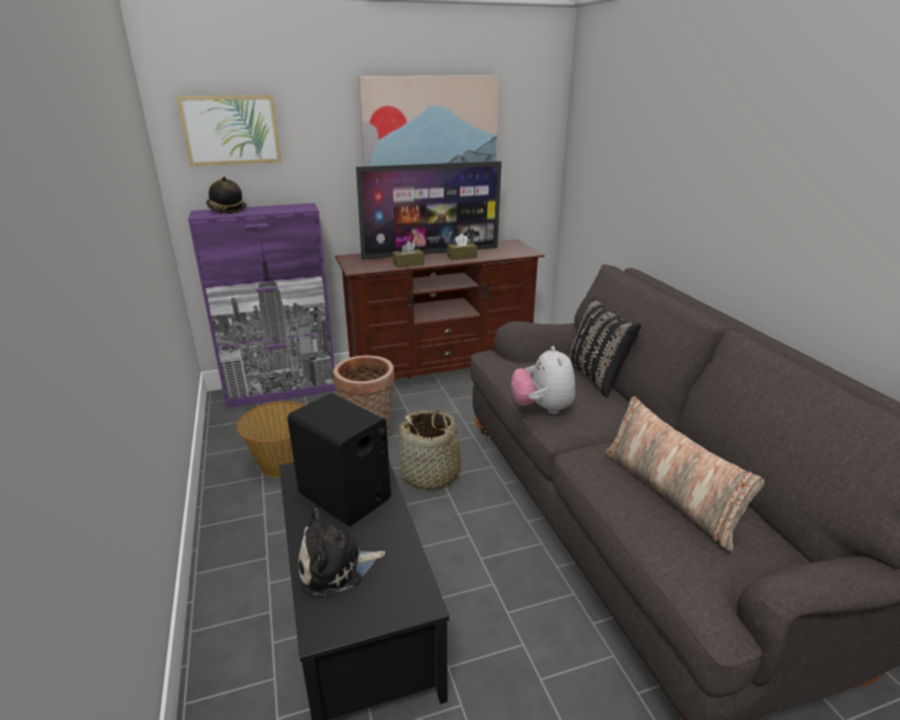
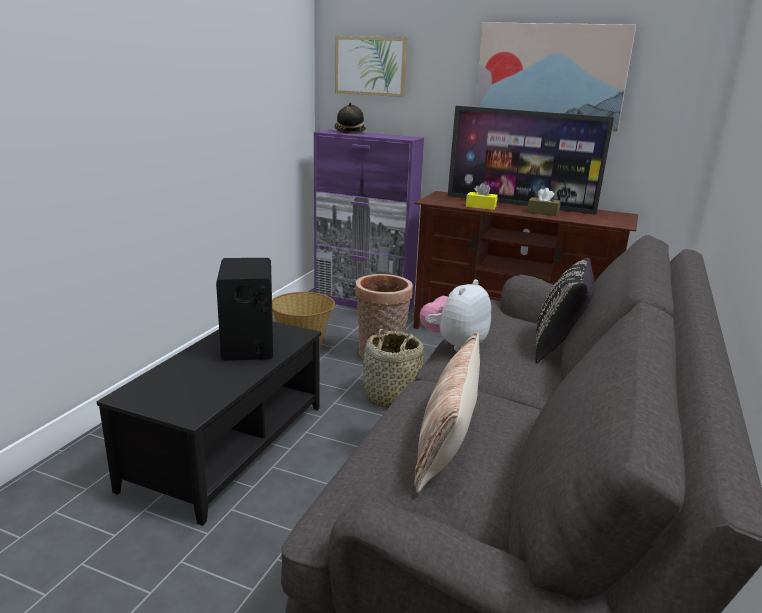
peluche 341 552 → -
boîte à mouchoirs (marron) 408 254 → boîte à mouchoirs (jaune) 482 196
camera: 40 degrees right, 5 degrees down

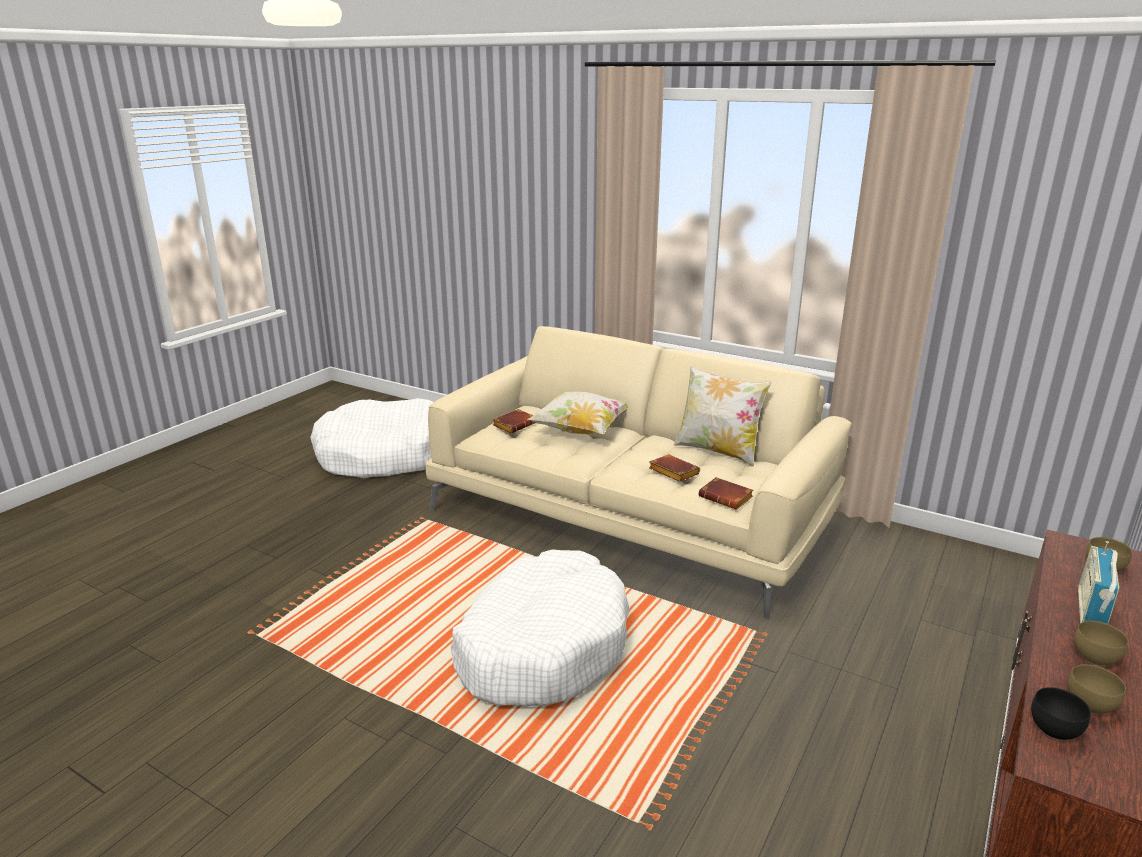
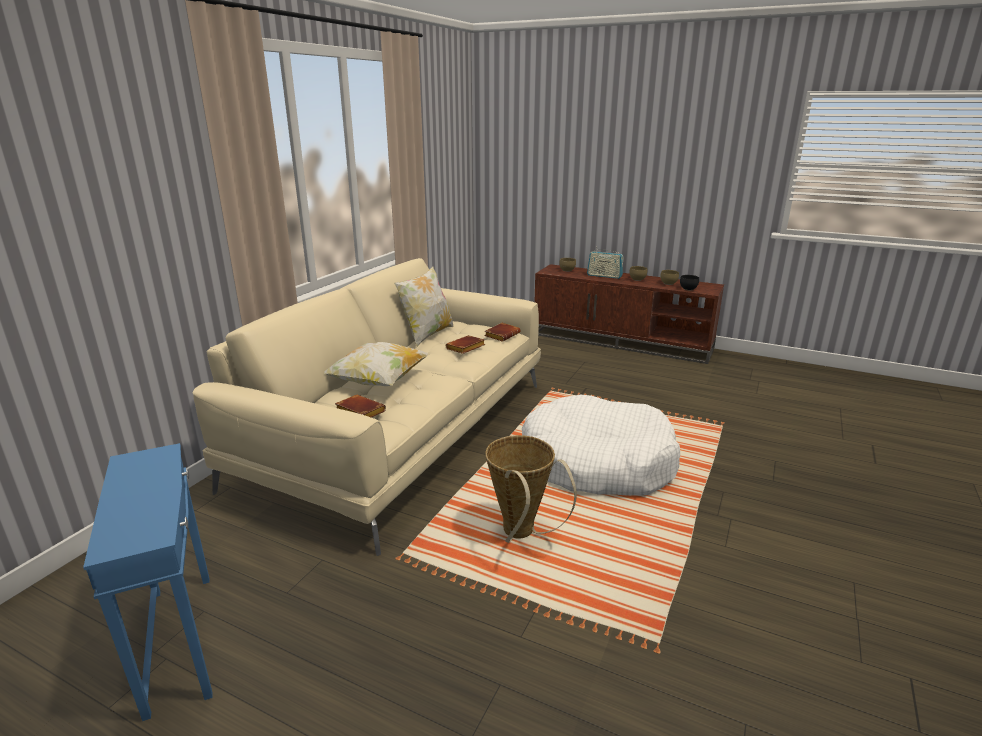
panier pour chien (blanc) 372 438 → table d'appoint (bleu) 148 582
- → panier 531 489
camera: 95 degrees left, 0 degrees up

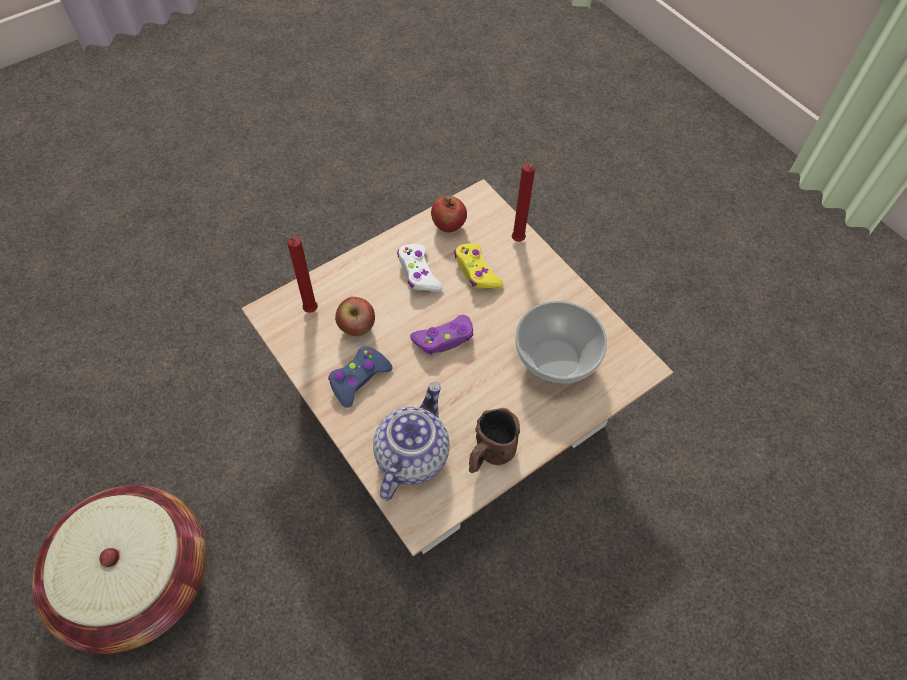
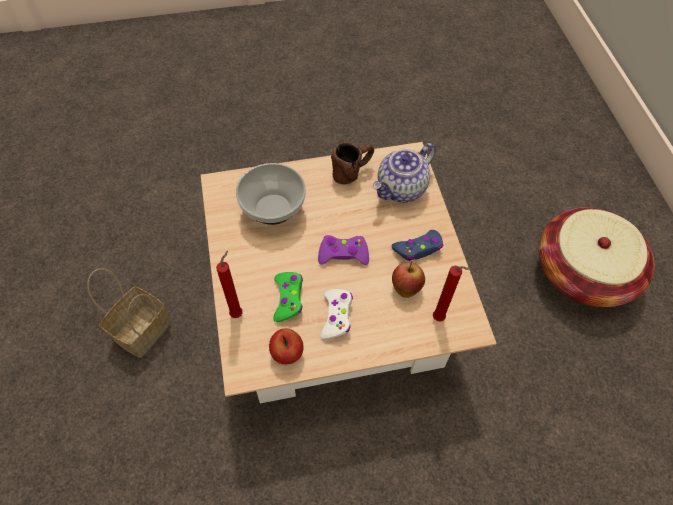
manette (jaune) 478 266 → manette (vert) 288 297
- → panier 129 313
camera: 155 degrees left, 0 degrees up

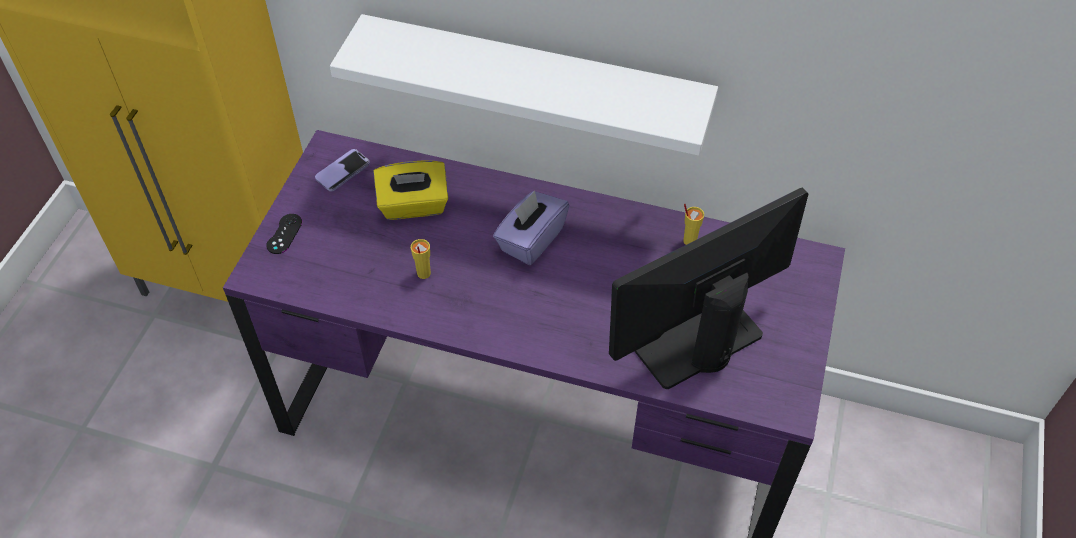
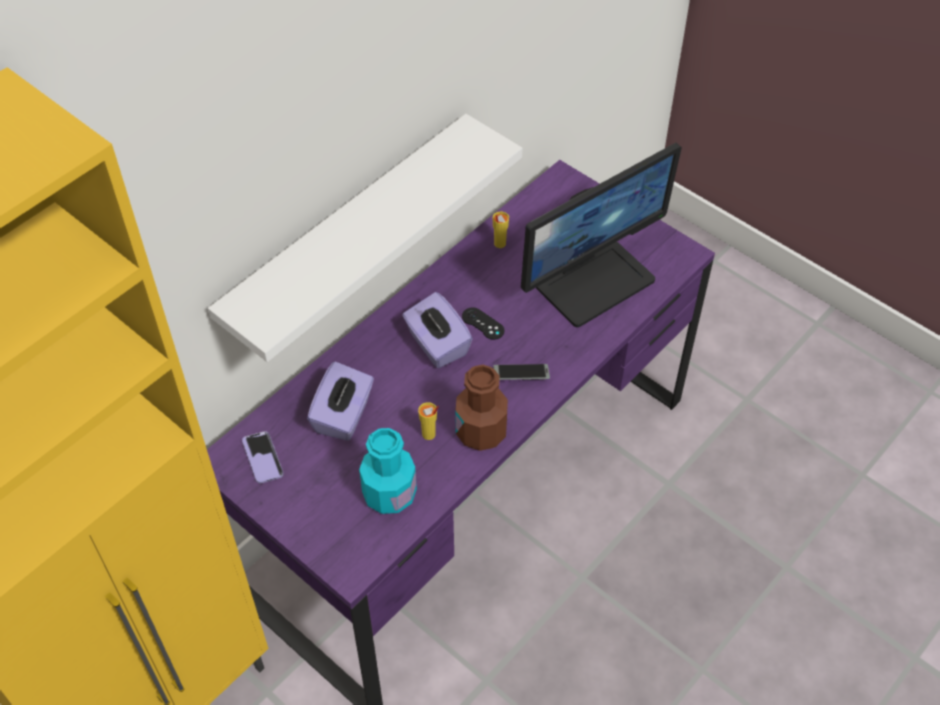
manette (noir) 284 234 → manette (noir) 483 323, relocated
boîte à mouchoirs (jaune) 411 190 → boîte à mouchoirs (violet) 340 401
écran d'ordinateur 708 288 → écran d'ordinateur 601 235, 120 degrees counterclockwise
- → bouteille (turquoise) 388 471
- → bouteille (marron) 481 408
- → téléphone 521 372
camera: 65 degrees left, 0 degrees up

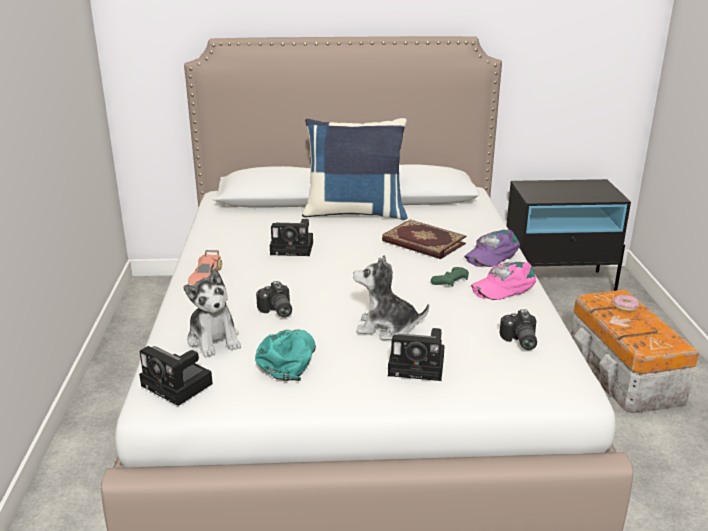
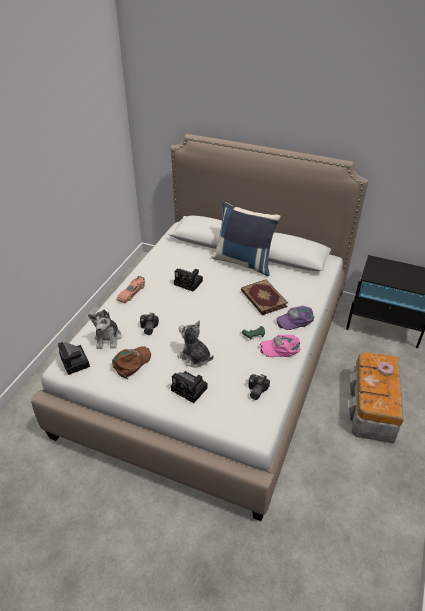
casquette (turquoise) 285 355 → casquette (marron) 131 362
camera: 25 degrees right, 15 degrees up

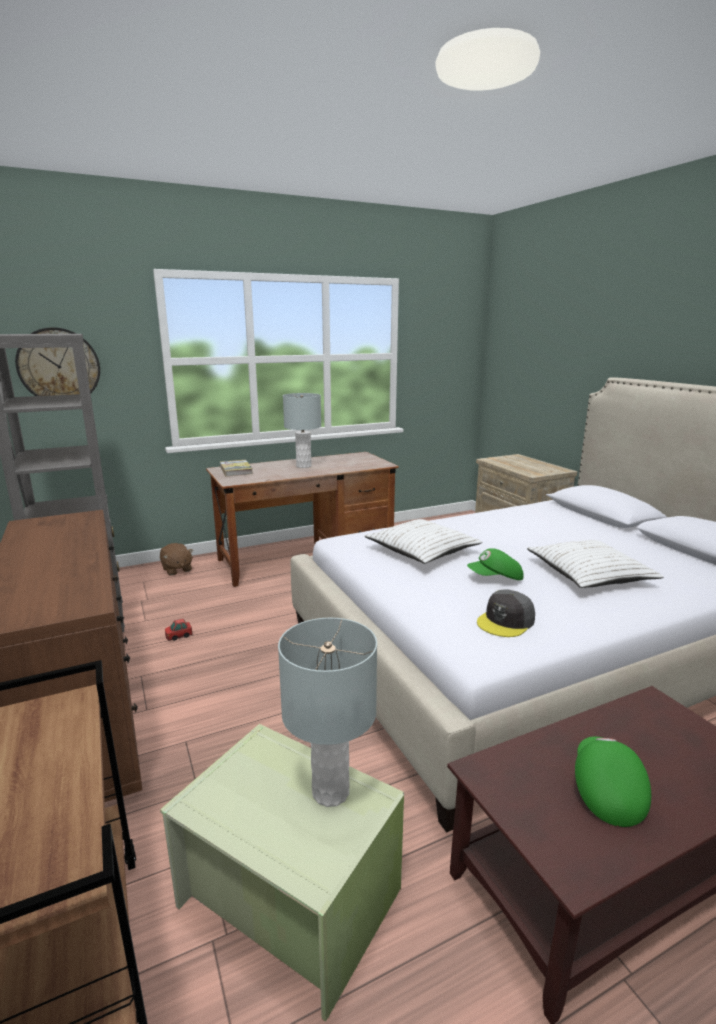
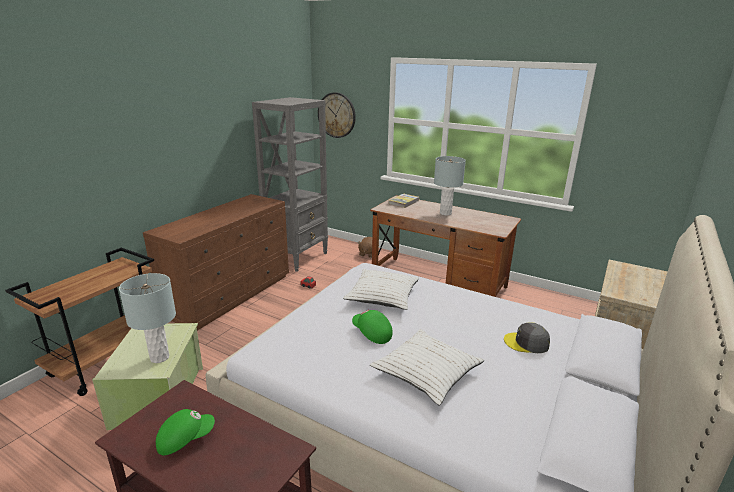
casquette (gris) 506 613 → casquette (gris) 527 337, relocated
camera: 55 degrees right, 5 degrees up

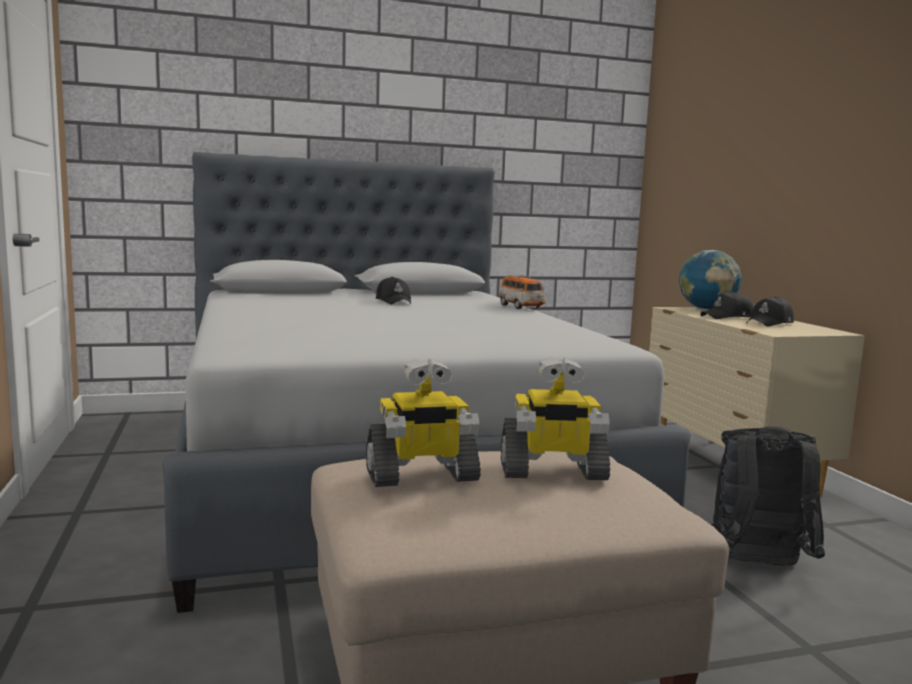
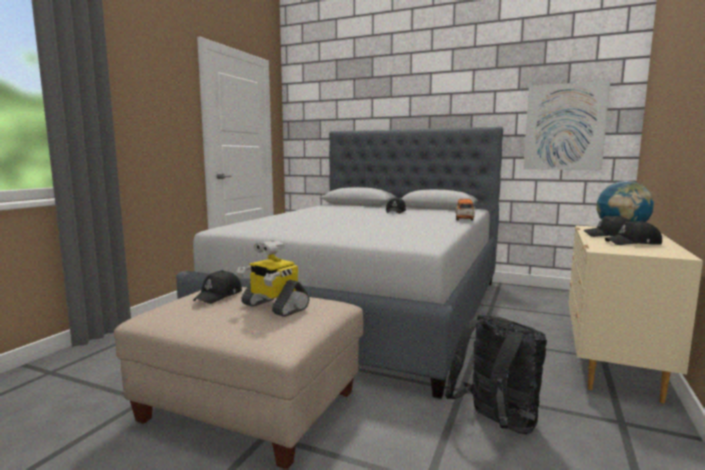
robot jouet 423 423 → casquette (noir) 217 287
- → tableau 566 125
camera: 40 degrees right, 0 degrees up

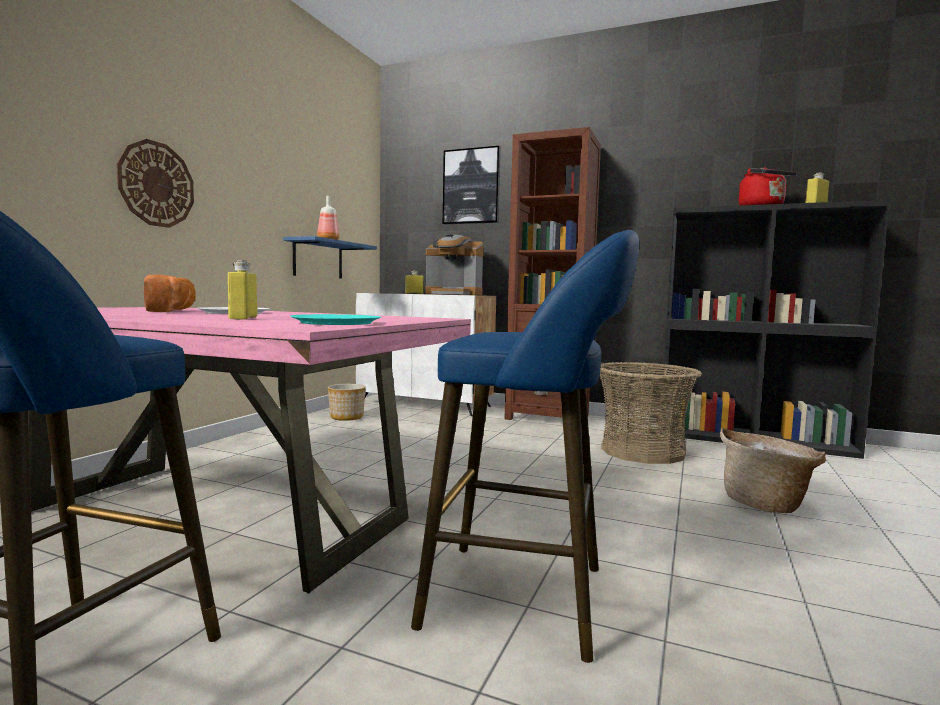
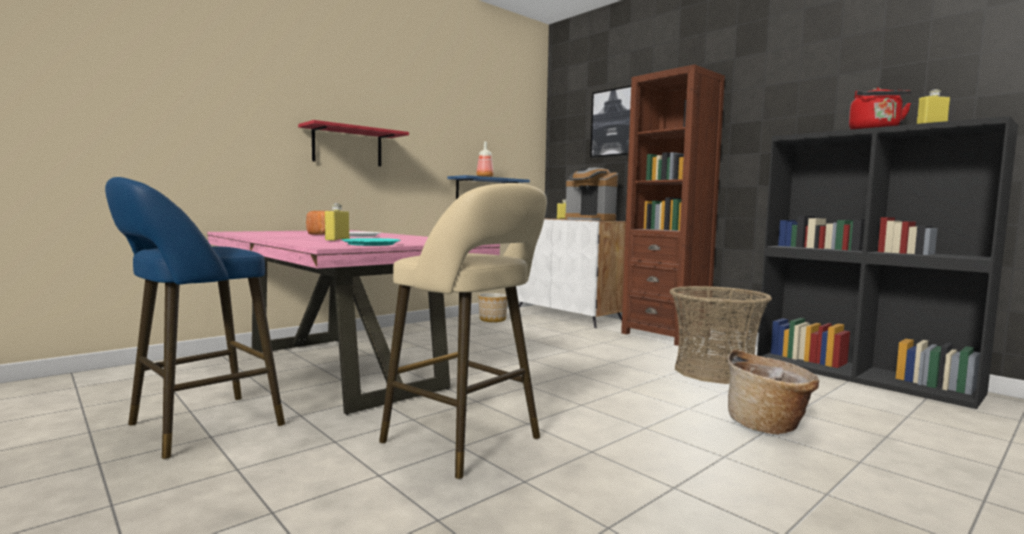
horloge murale 155 183 → étagère (rouge) 353 143
tabouret (bleu) 525 446 → tabouret (beige) 463 331
camera: 25 degrees right, 0 degrees up

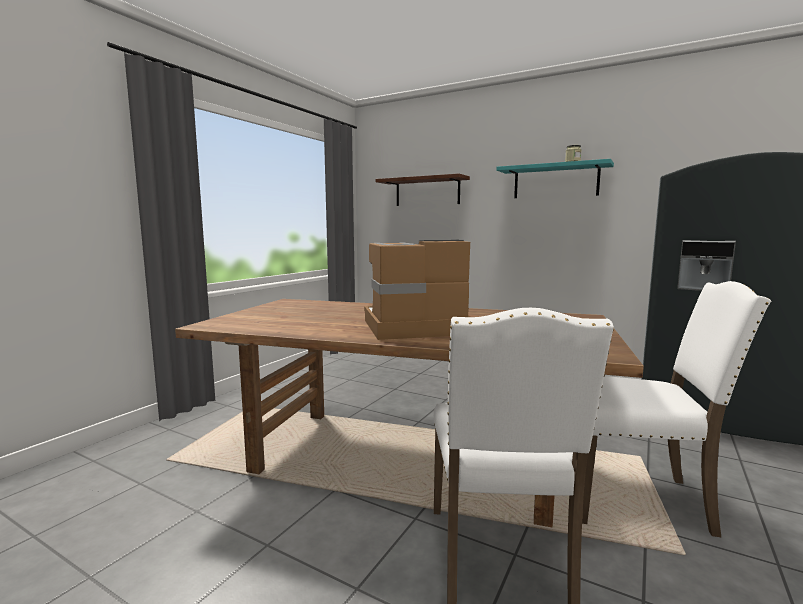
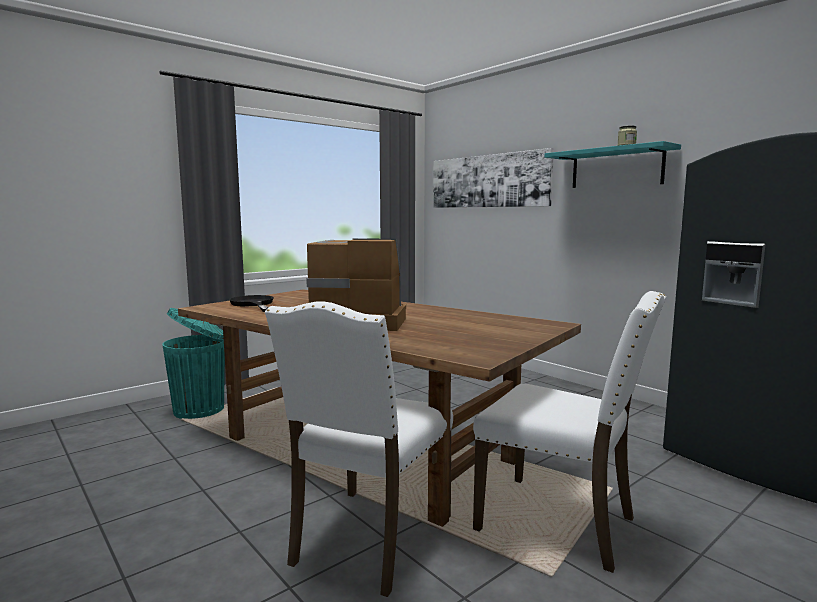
étagère (marron) 423 190 → tableau 493 178
- → poubelle (turquoise) 193 363
- → poêle (noir) 251 303
camera: 20 degrees right, 0 degrees up

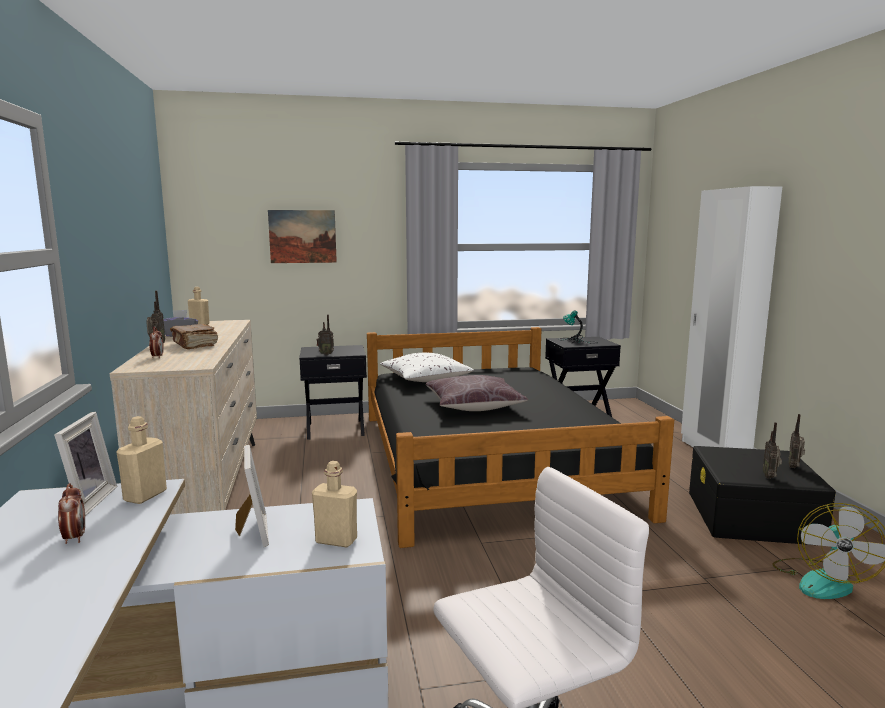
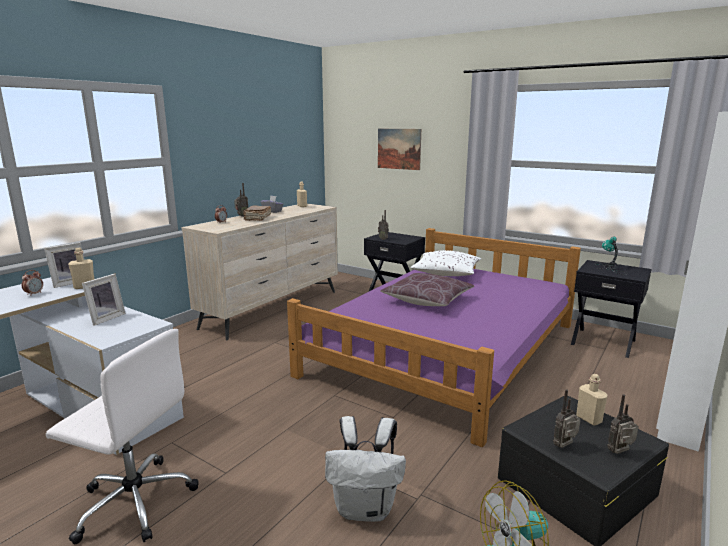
bouteille (beige) 334 504 → bouteille (beige) 592 400, relocated
lit (noir) 520 437 → lit (violet) 434 337
- → sac à dos (blanc) 365 469
camera: 45 degrees right, 5 degrees up

